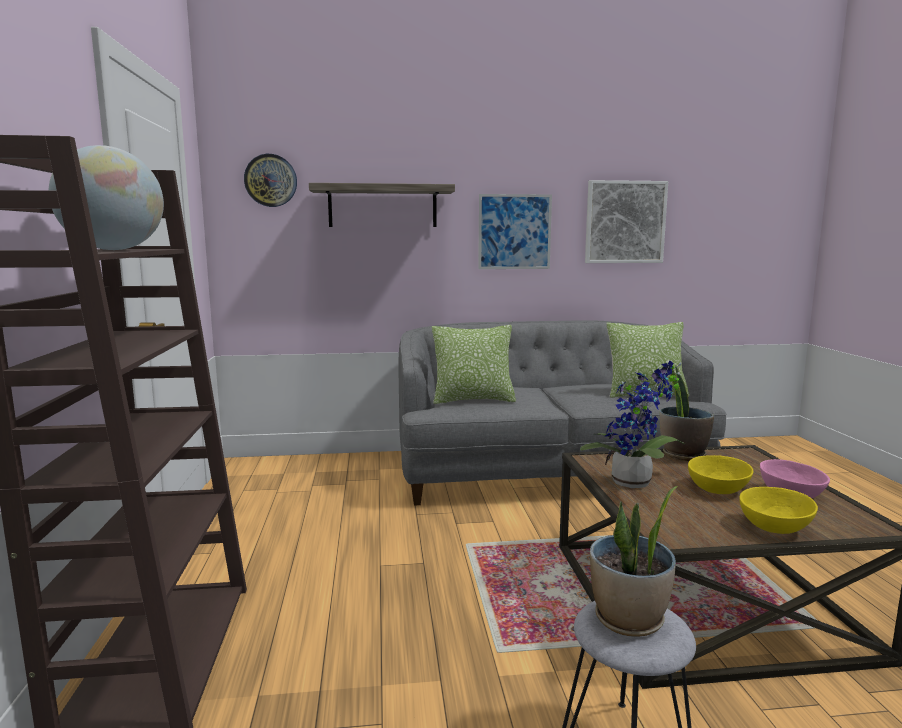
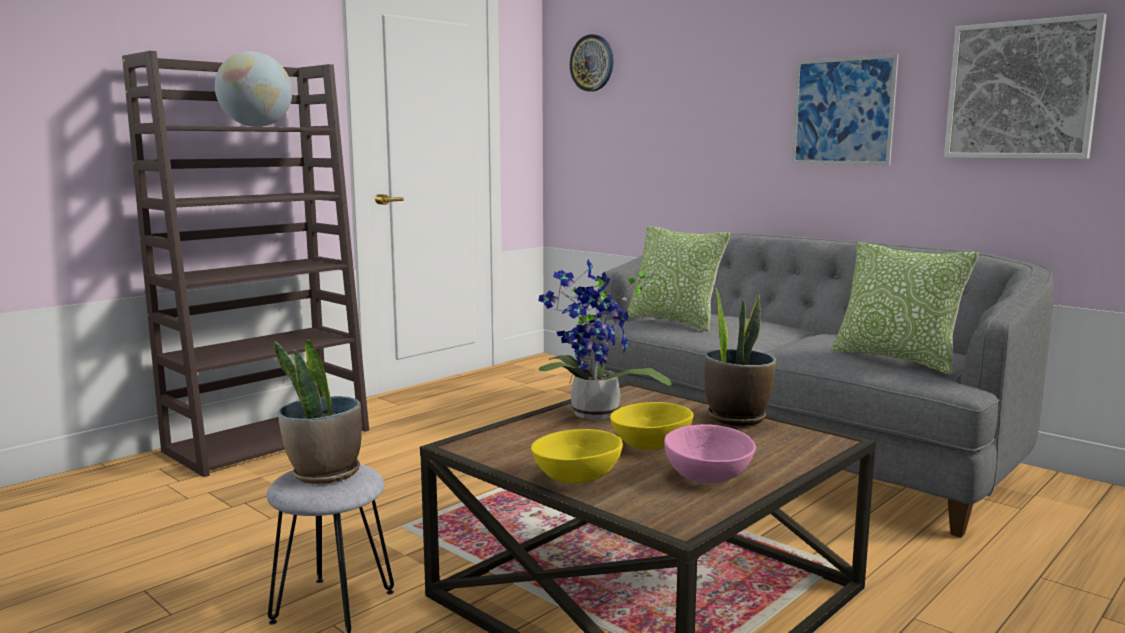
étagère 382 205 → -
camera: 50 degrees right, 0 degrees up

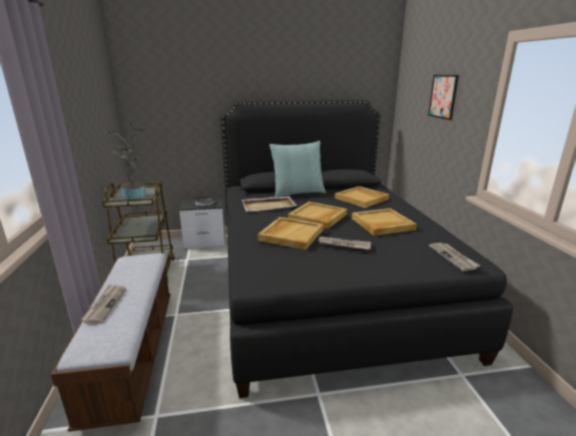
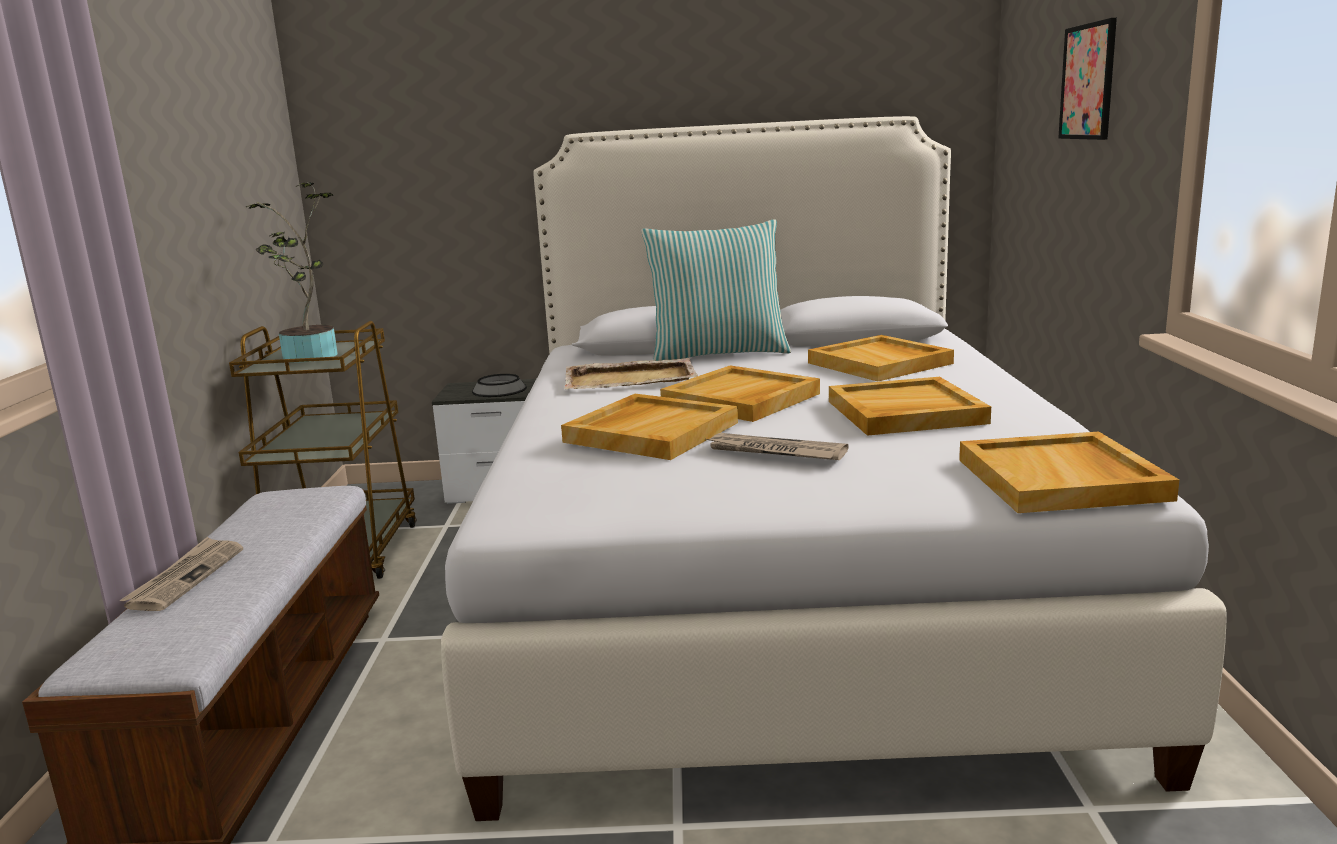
lit (noir) 366 249 → lit (blanc) 834 468
journal 454 257 → plateau (beige) 1069 472
camera: 10 degrees right, 5 degrees down

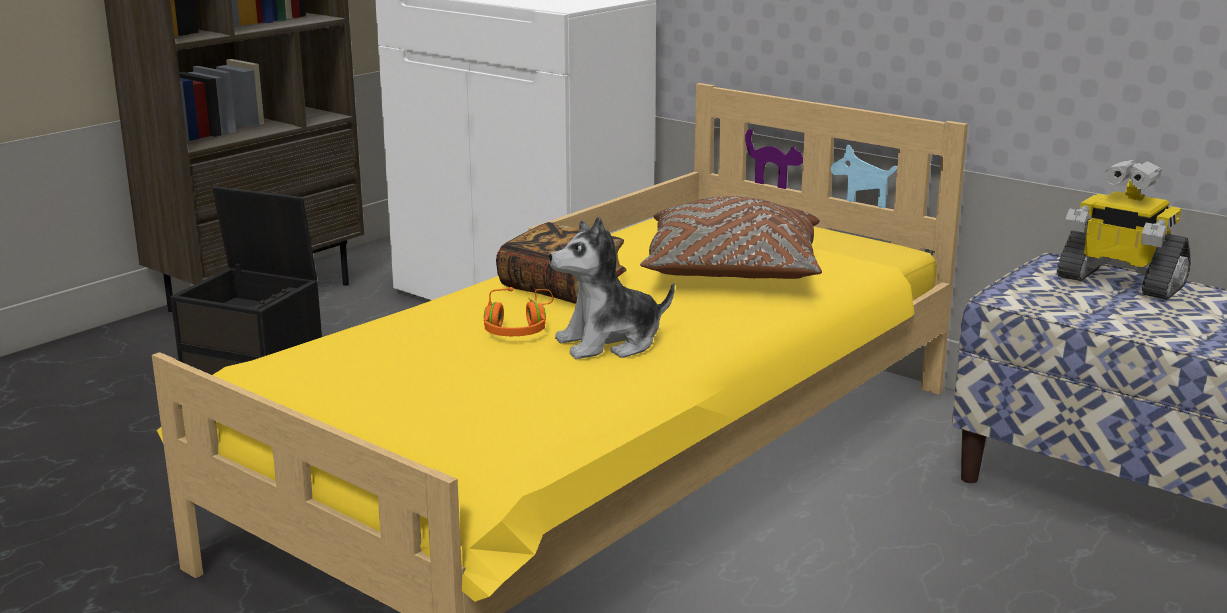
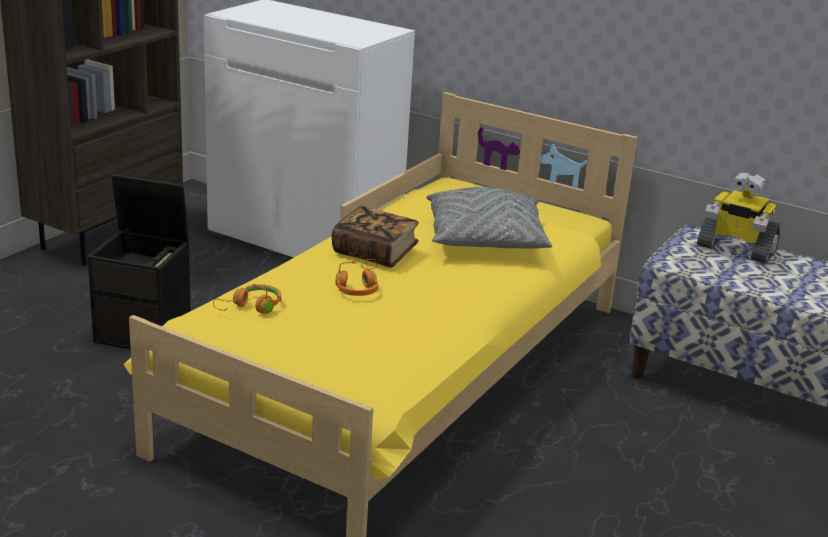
peluche 612 287 → -
coussin (marron) 731 237 → coussin (gris) 489 218
- → casque audio (orange) 247 298
camera: 10 degrees left, 5 degrees up

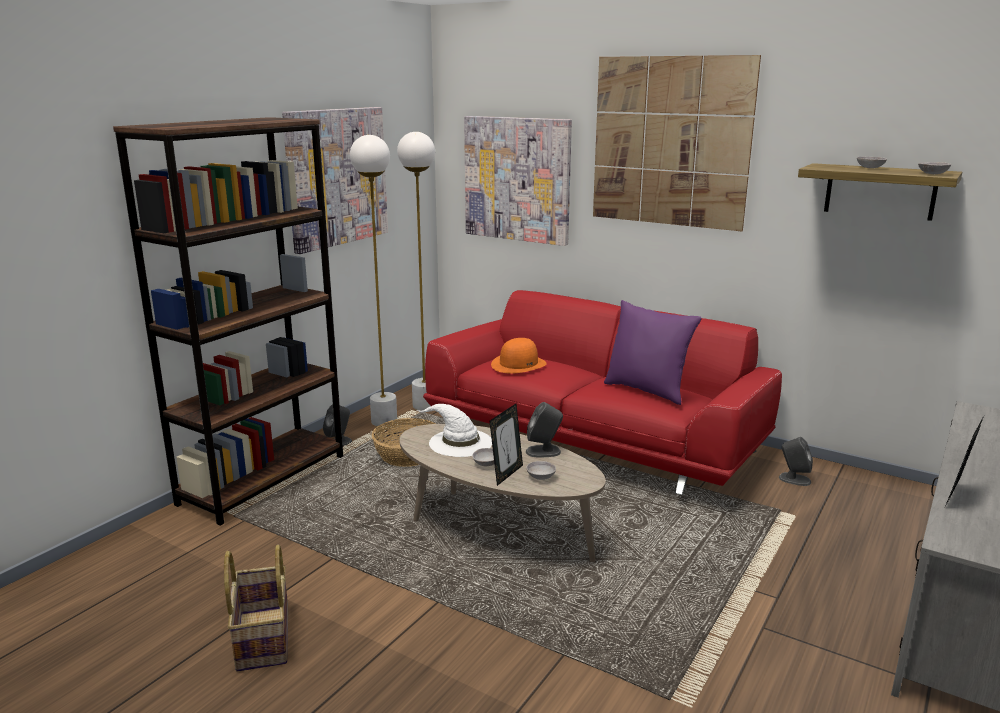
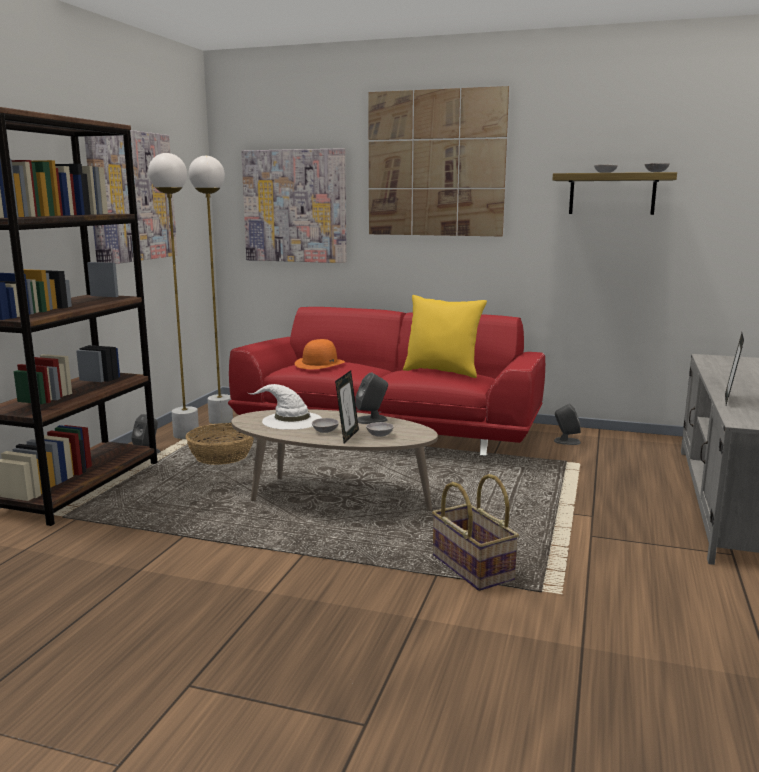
panier 256 608 → panier 475 532, relocated
coussin (violet) 653 352 → coussin (jaune) 445 336
camera: 15 degrees left, 5 degrees down

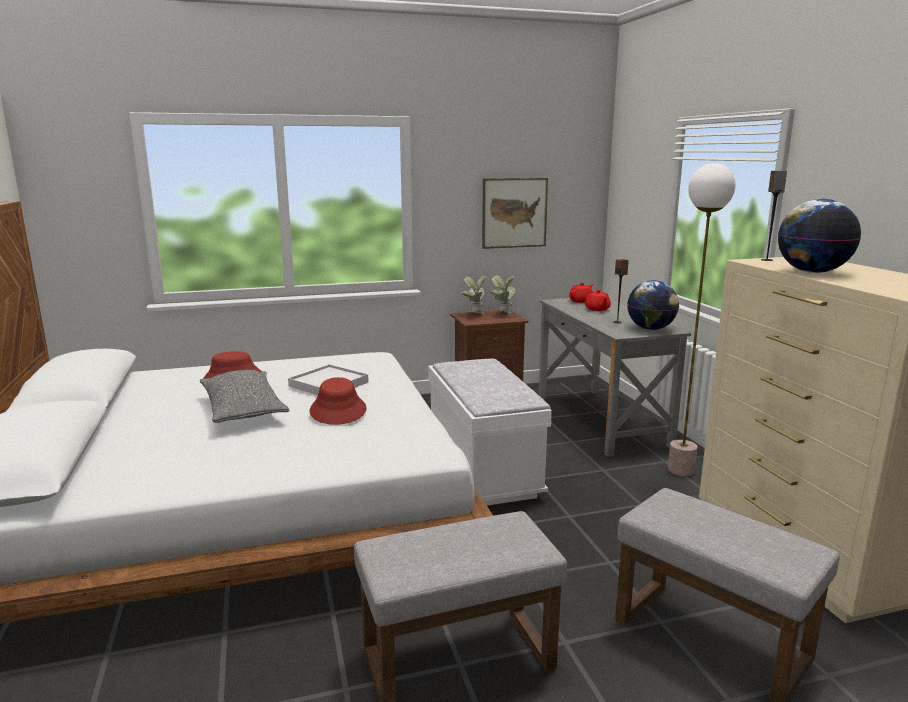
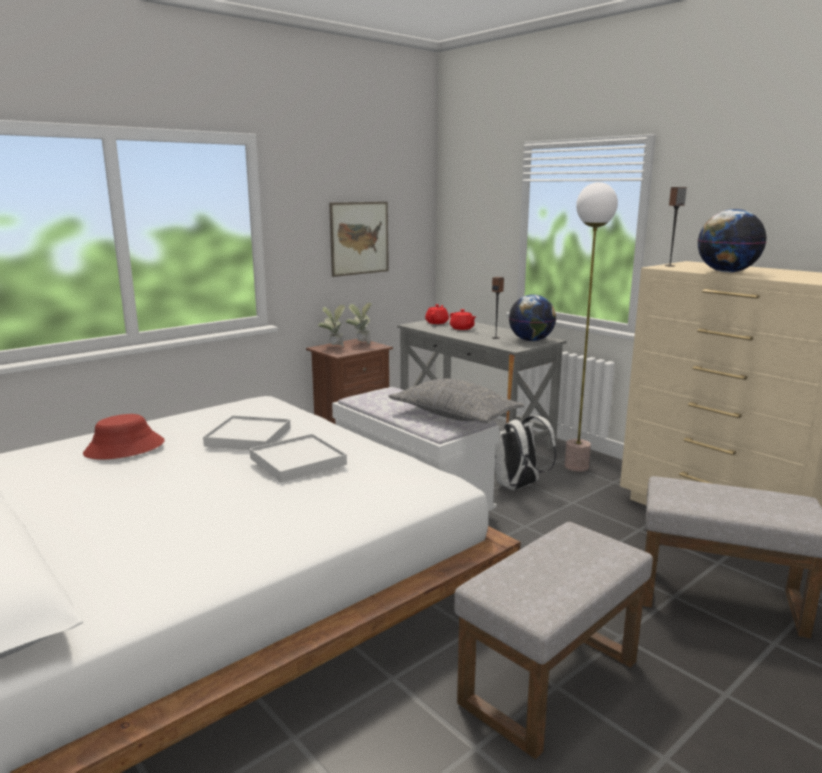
coussin (gris) 245 396 → coussin (gris) 456 400, relocated
chapeau (rouge) 337 401 → plateau (blanc) 298 458
- → sac à dos (blanc) 525 452
camera: 25 degrees left, 0 degrees up

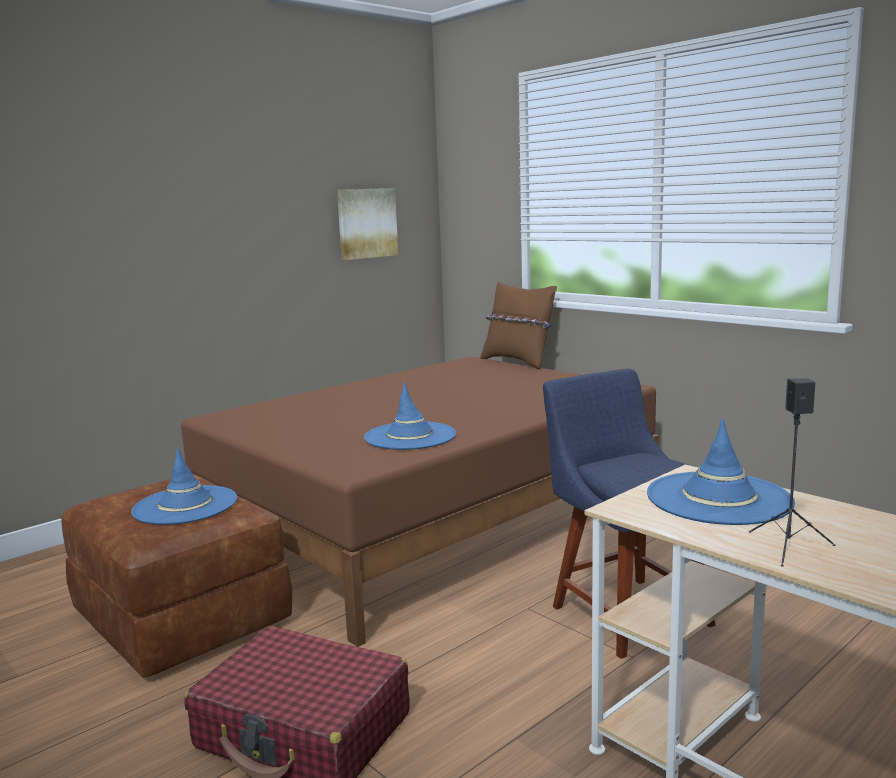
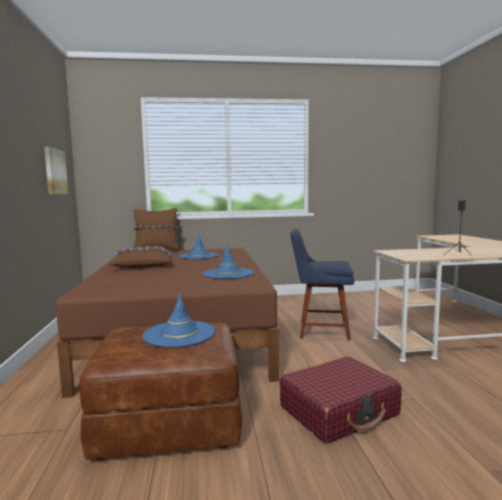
chapeau (bleu) 721 471 → chapeau (bleu) 198 246, relocated
- → coussin (marron) 140 257
camera: 55 degrees left, 5 degrees down

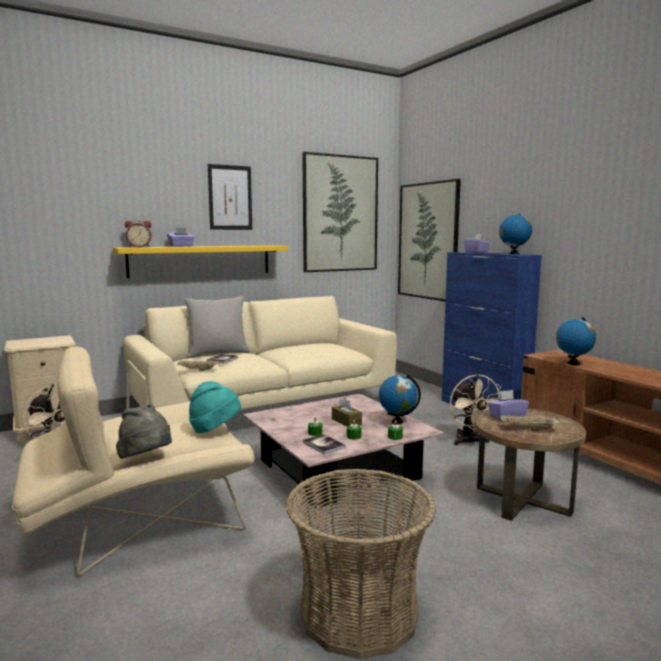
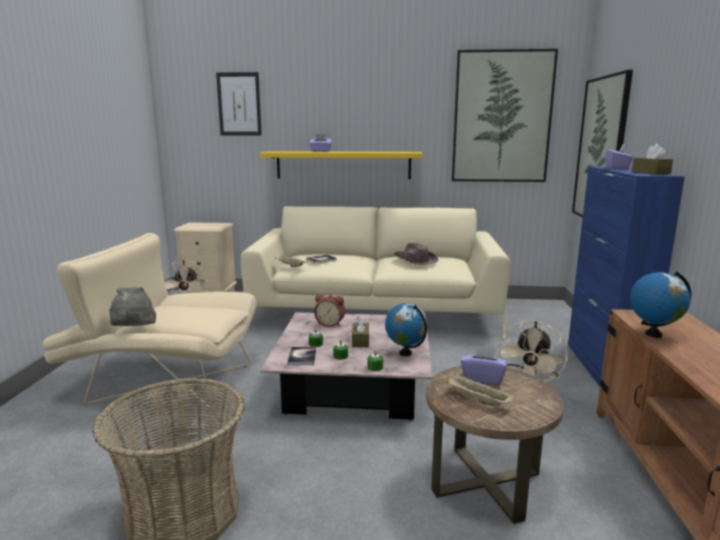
réveil 138 234 → réveil 329 310, relocated
coussin (gris) 217 327 → -
chapeau (turquoise) 215 407 → -
tableau 230 197 → tableau 239 103, relocated
globe 515 234 → boîte à mouchoirs (marron) 652 159
- → chapeau (marron) 416 254
camera: 35 degrees right, 5 degrees up

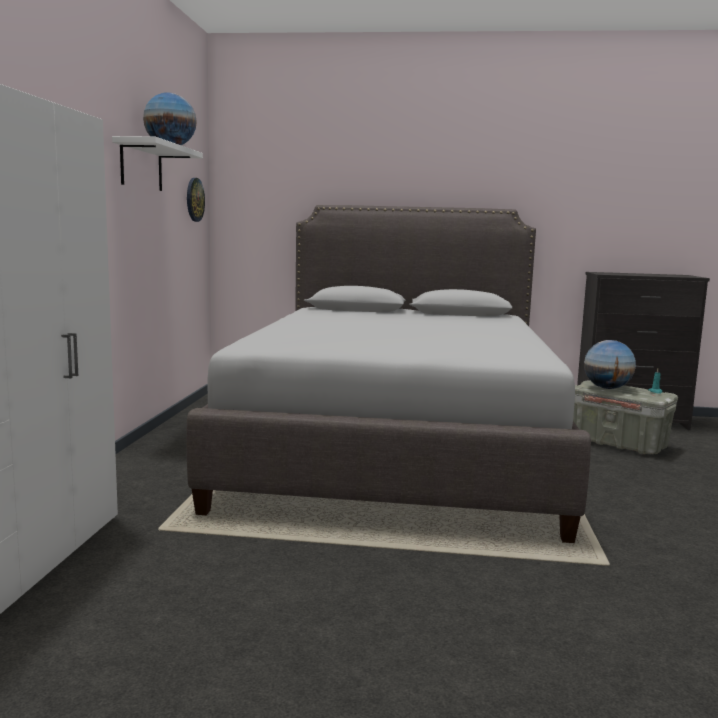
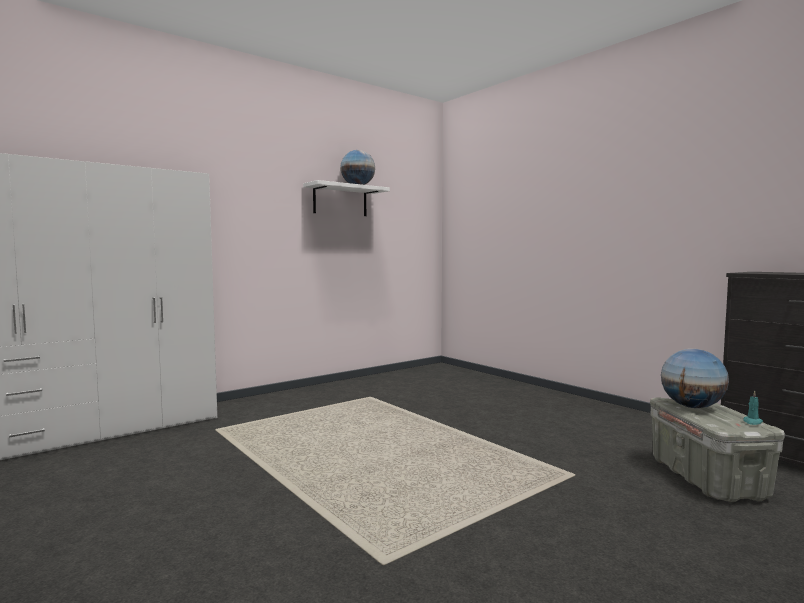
lit (gris) 388 374 → -
horloge murale 196 200 → -
camera: 45 degrees right, 5 degrees down

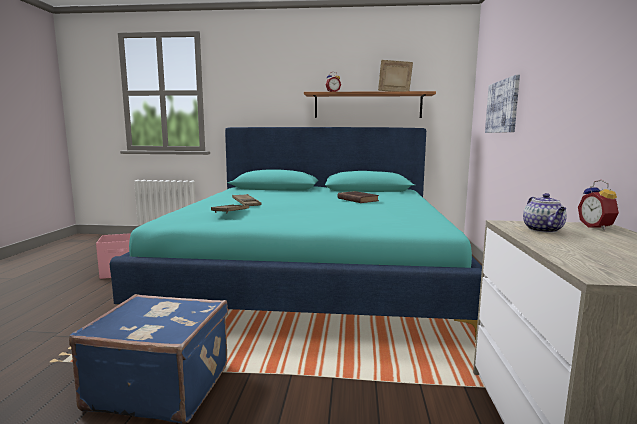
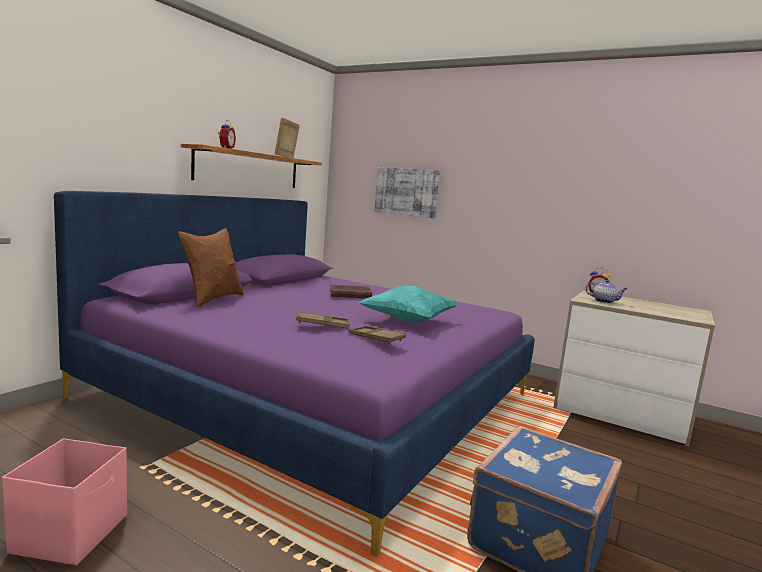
lit (turquoise) 296 235 → lit (violet) 294 374
- → coussin (marron) 211 267
- → coussin (turquoise) 408 303
camera: 65 degrees left, 0 degrees up

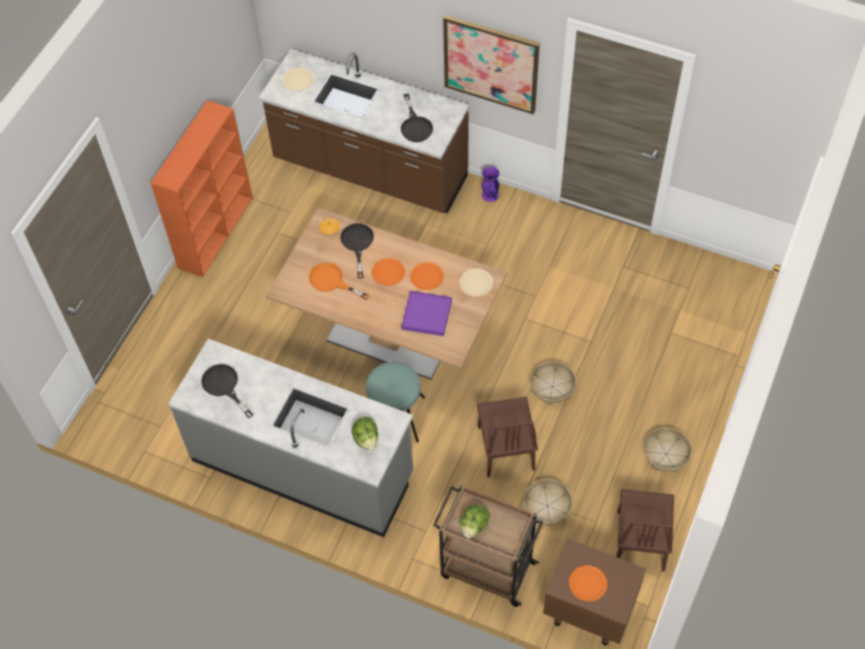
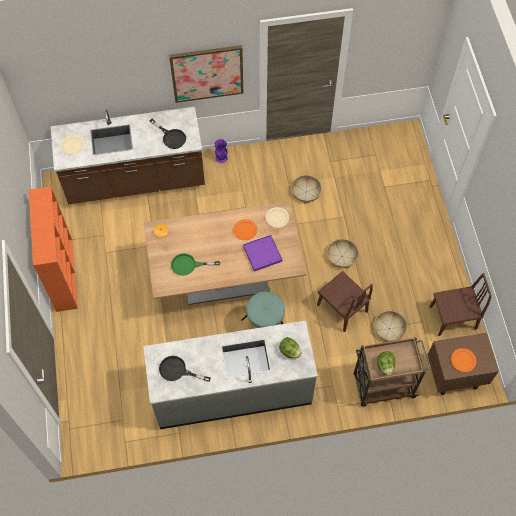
poêle (orange) 339 281 → poêle (vert) 195 264
poêle (noir) 357 251 → -
assiette (orange) 388 272 → -
chaise (marron) 645 530 → chaise (marron) 460 304, 75 degrees counterclockwise
panier 668 449 → panier 306 189, relocated
camera: 35 degrees left, 5 degrees up

